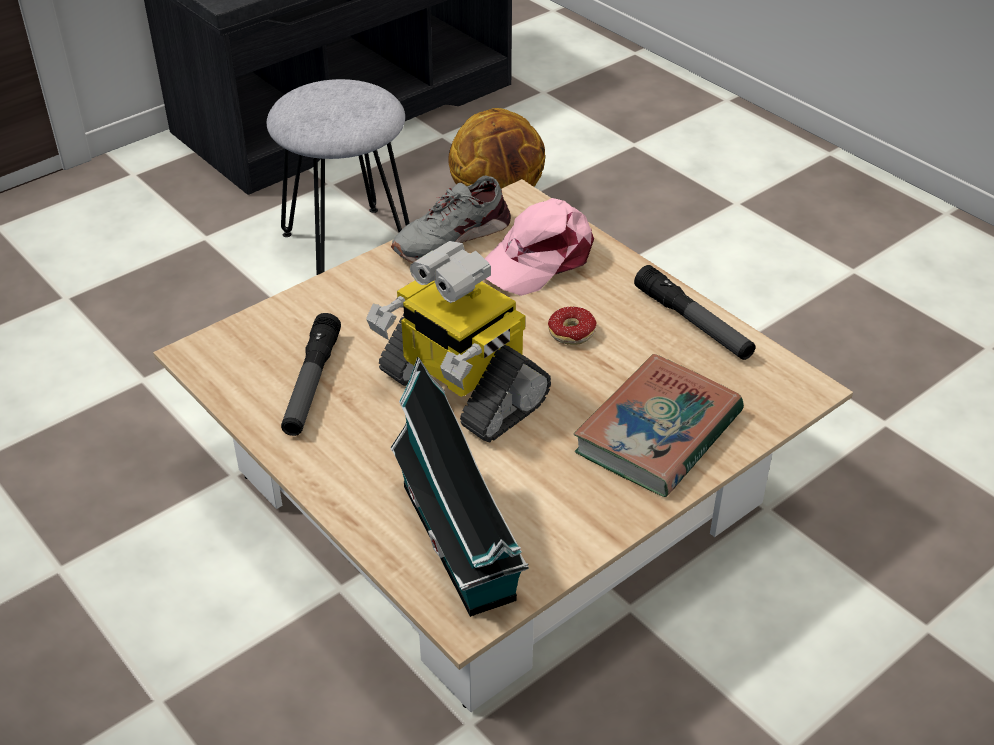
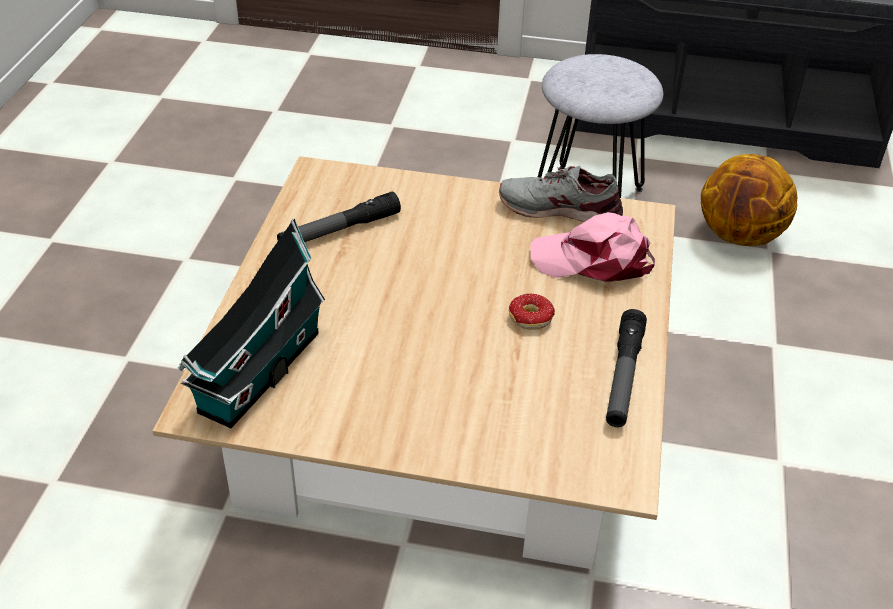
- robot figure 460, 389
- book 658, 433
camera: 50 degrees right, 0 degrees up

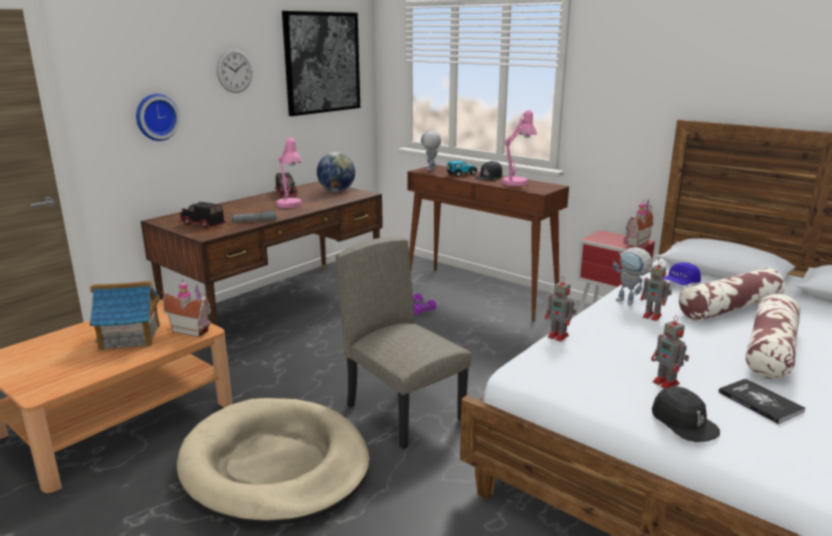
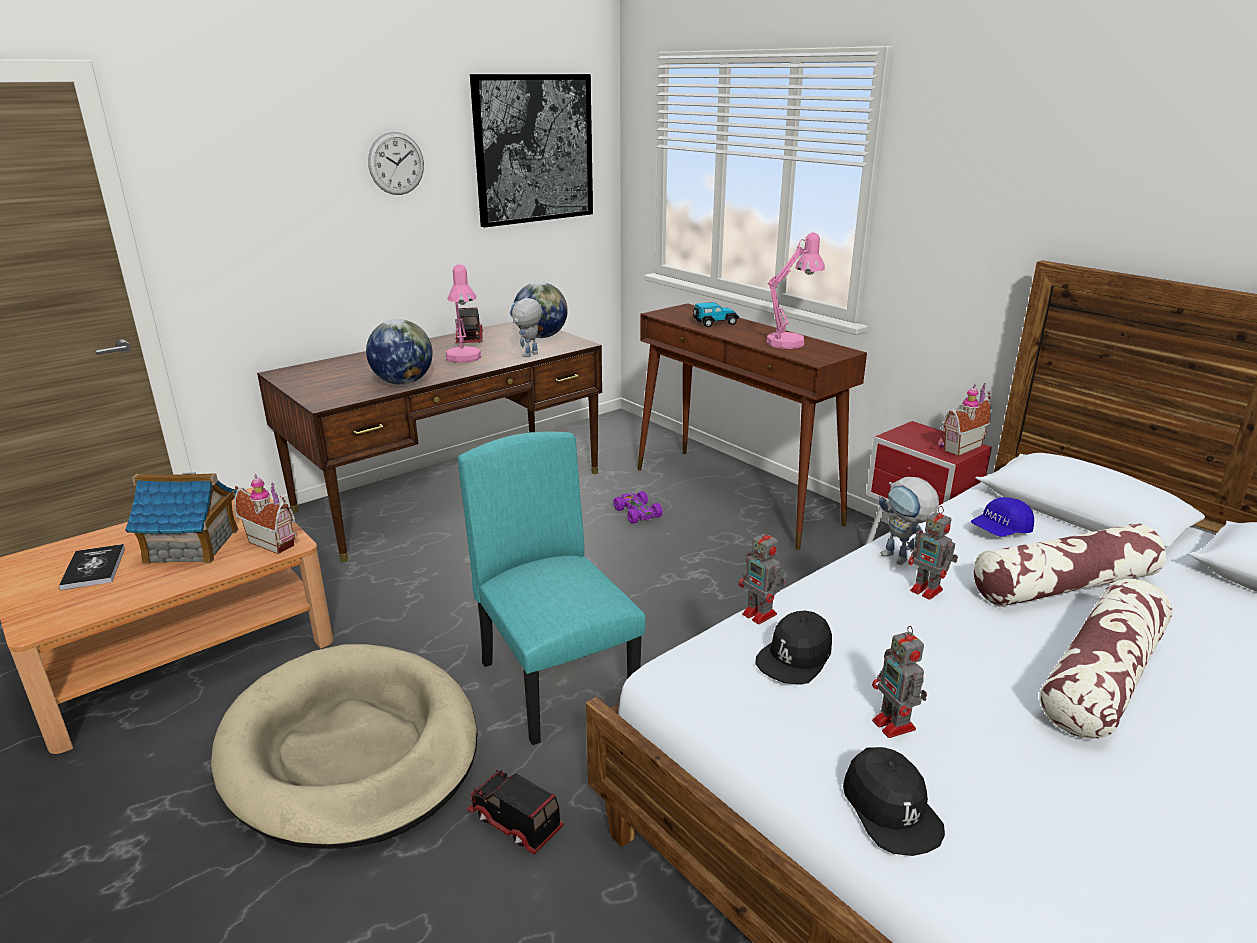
- hanging clock 156, 117
~ toy truck 202, 224 to 514, 822
~ hand torch (greyish) 255, 221 to desk globe 403, 382
~ upright chair (beige) 405, 412 to upright chair (turquoise) 558, 683
~ robot figure 430, 170 to 528, 356
~ peaked cap (blackish) 489, 177 to 795, 657
~ book 760, 402 to 93, 568
camera: 10 degrees right, 5 degrees up

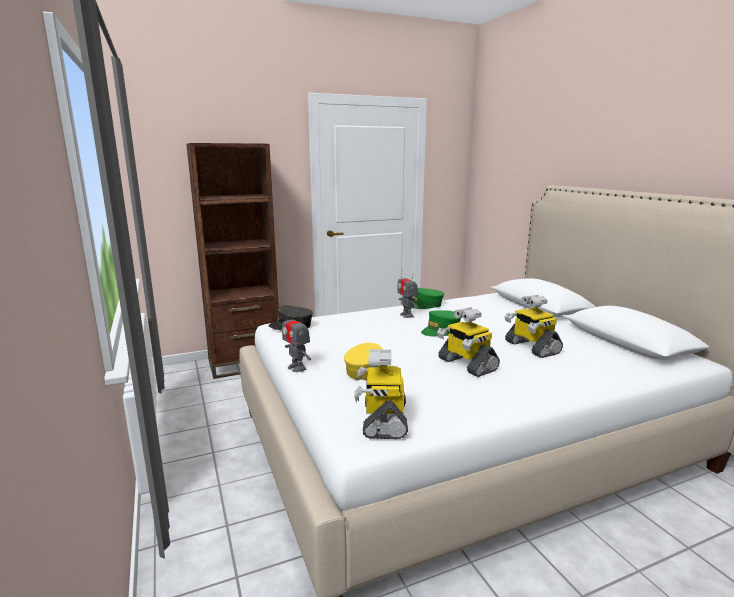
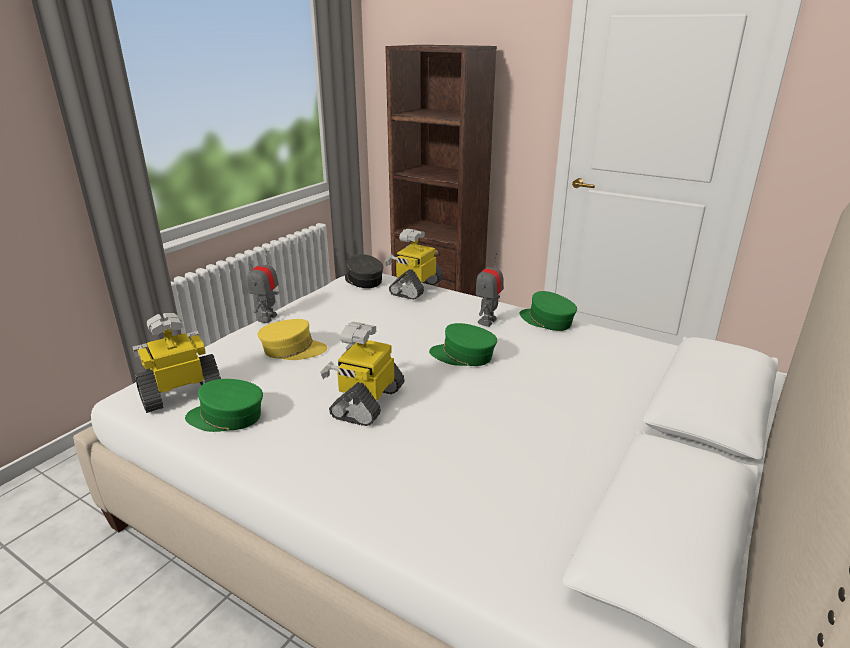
~ robot figure 531, 347 to 415, 288
+ peaked cap (green) 226, 417
camera: 55 degrees right, 10 degrees up

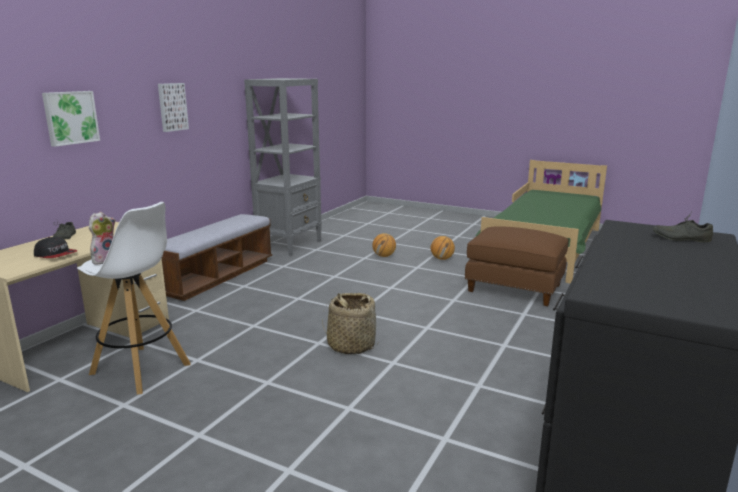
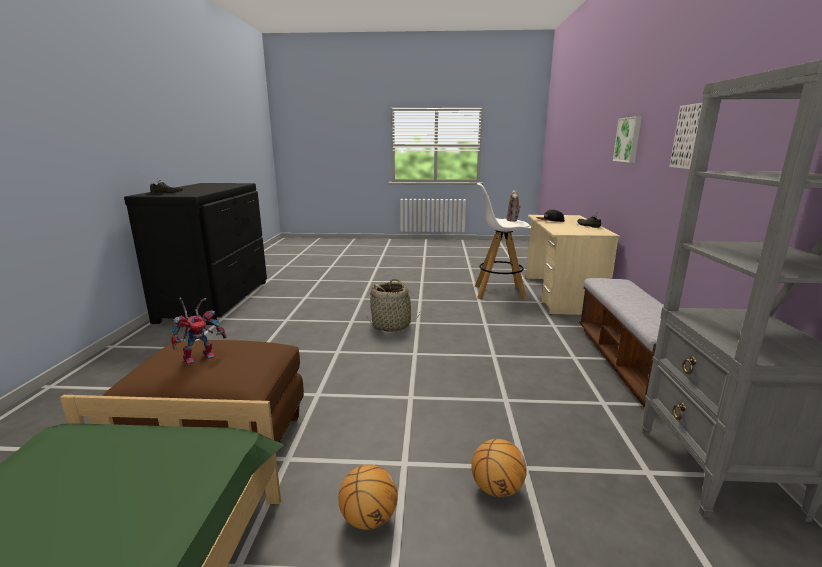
+ robot figure 201, 356
camera: 155 degrees right, 0 degrees up

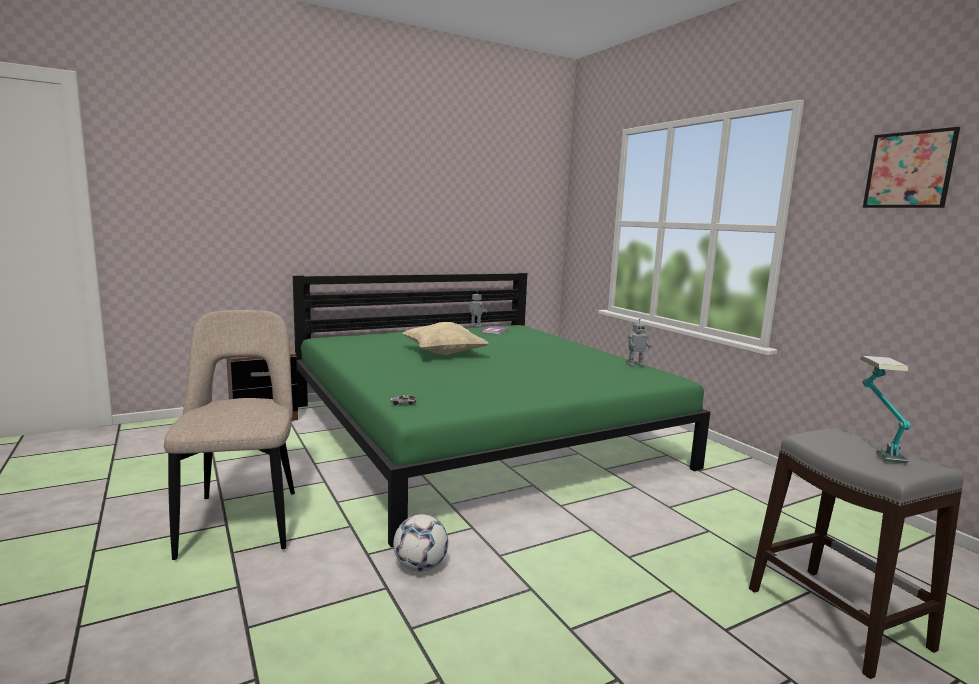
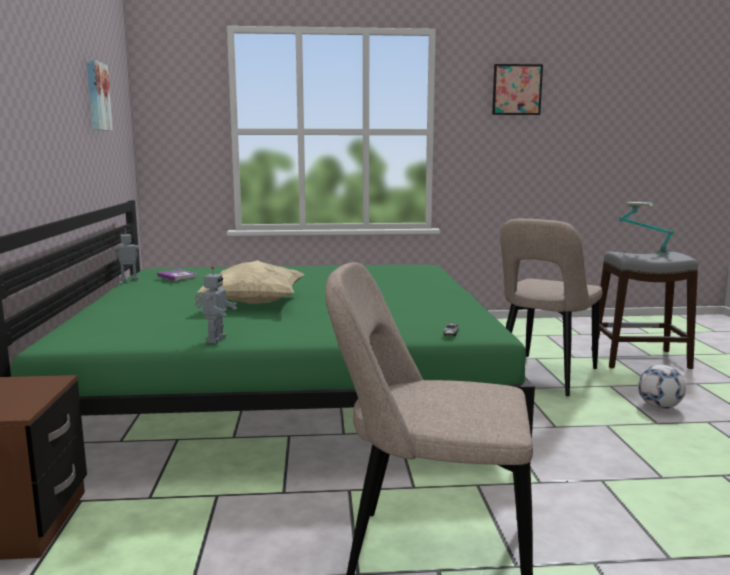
~ football 420, 567 to 659, 407
~ robot figure 634, 365 to 214, 340
+ picture 96, 96
+ upright chair (beige) 543, 377
camera: 65 degrees left, 0 degrees up

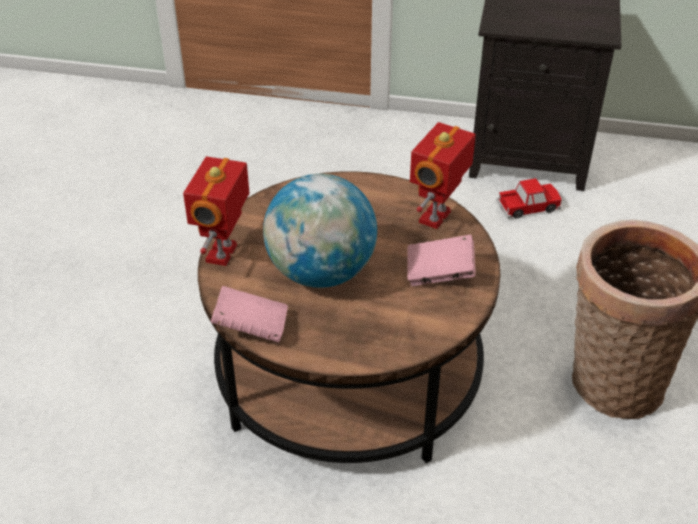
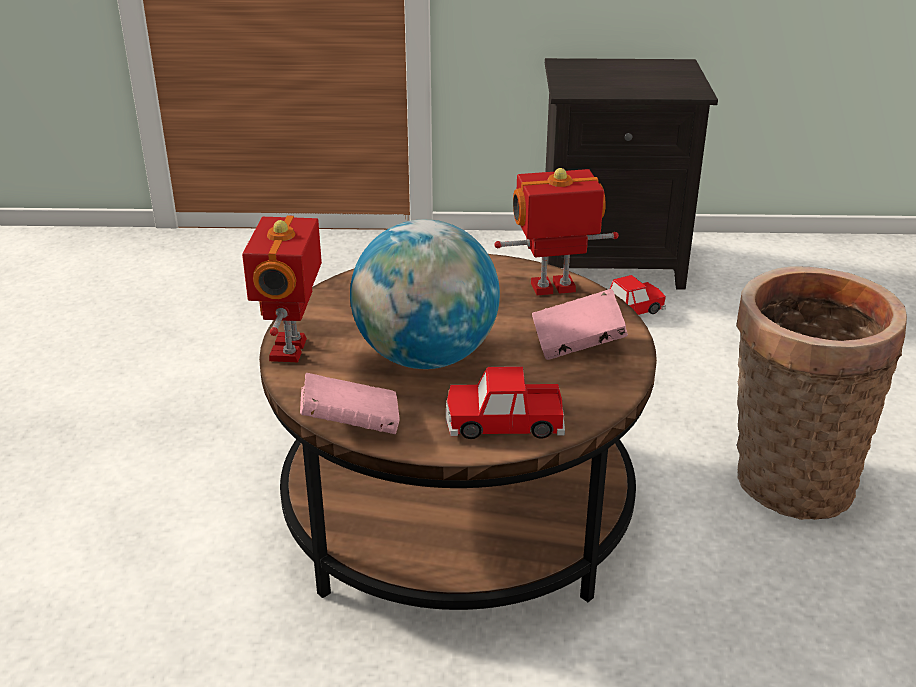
~ robot figure 437, 217 = 553, 289 60 degrees clockwise
+ toy car 504, 422
camera: 10 degrees left, 10 degrees down

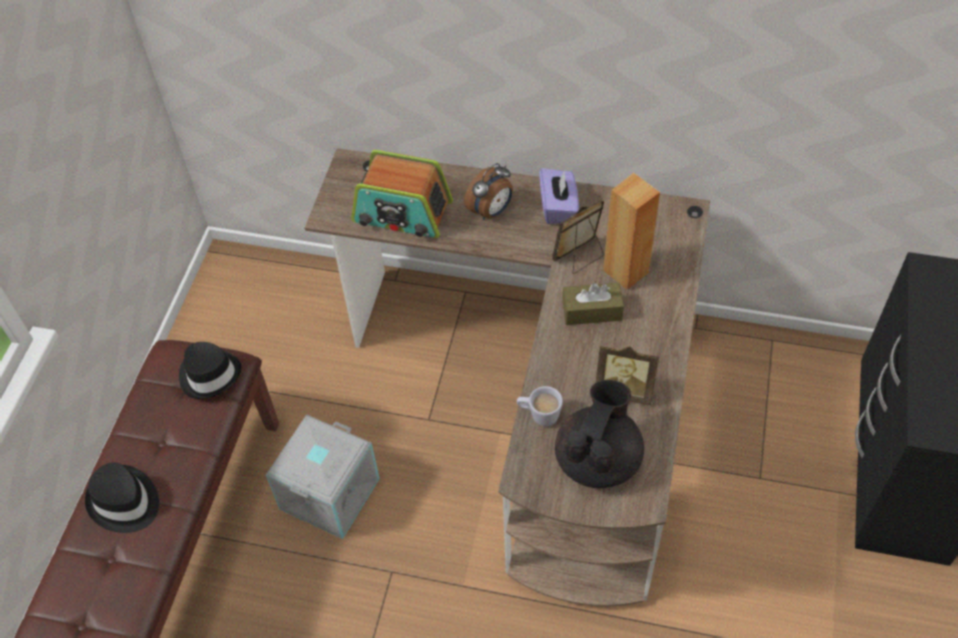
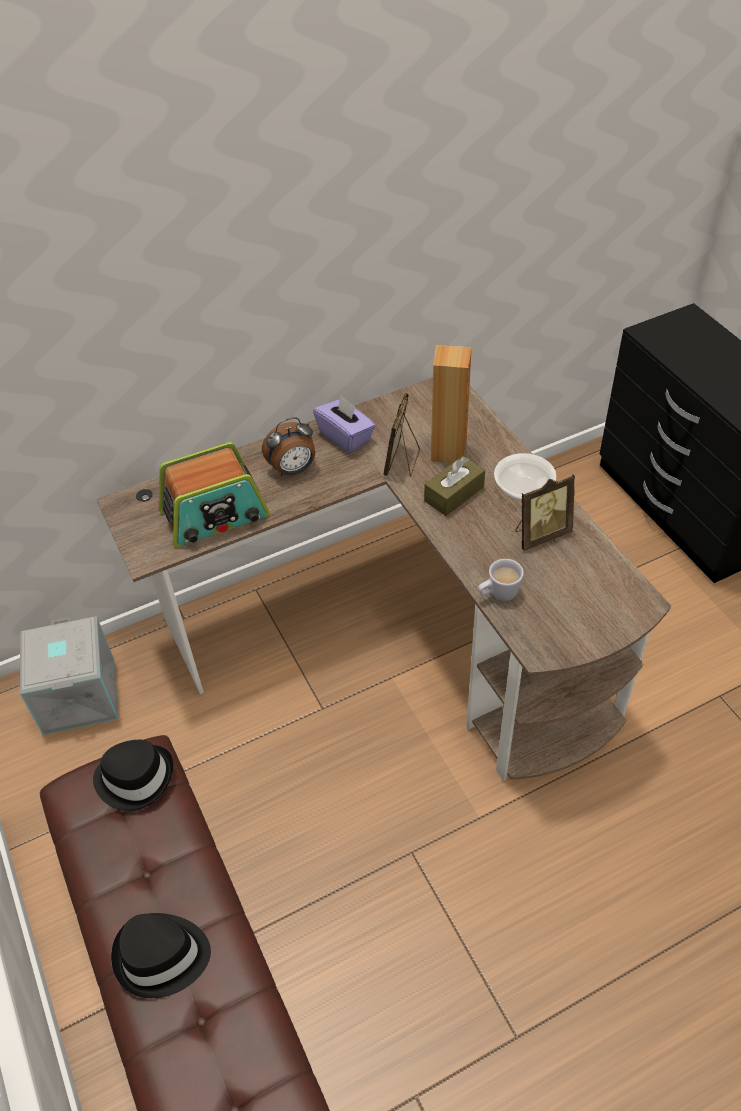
~ storage bin (greyish) 328, 492 to 77, 696
~ alarm clock 491, 211 = 293, 470 60 degrees clockwise
- pot for tea (blackish) 598, 459
+ serving bowl 523, 488
camera: 40 degrees left, 5 degrees down

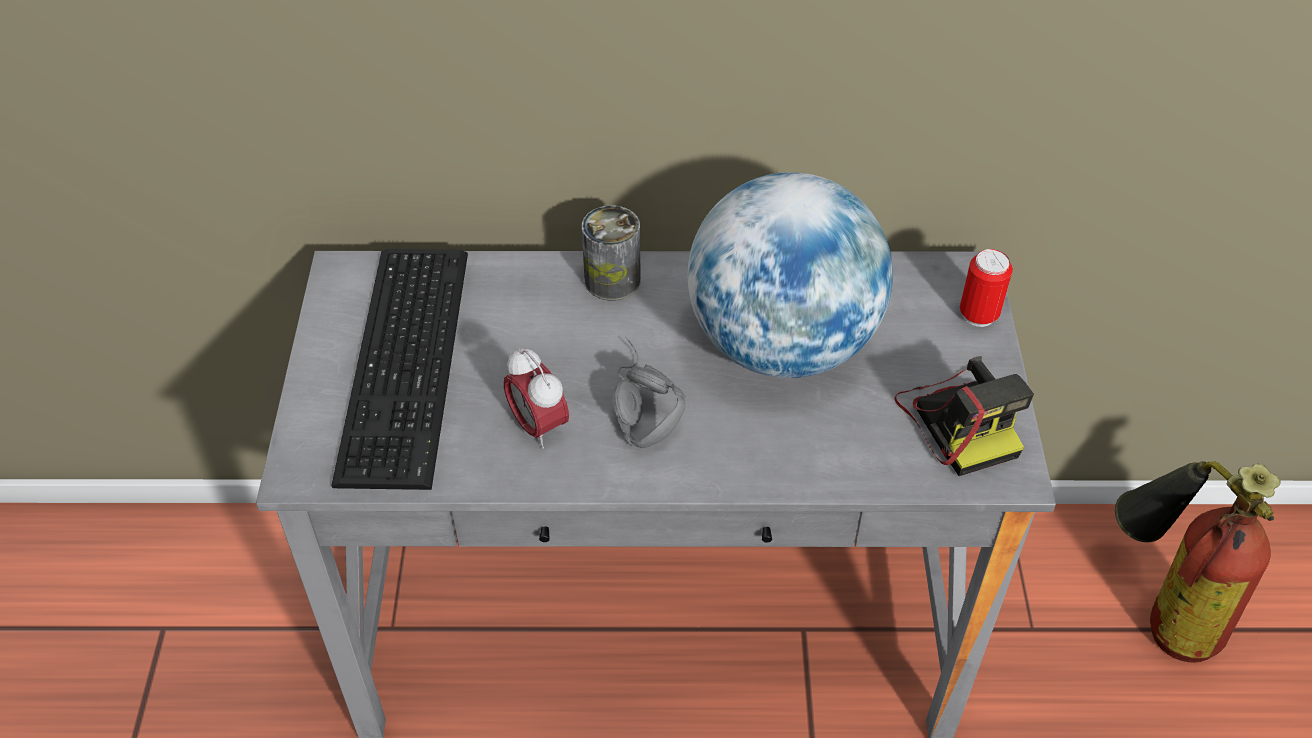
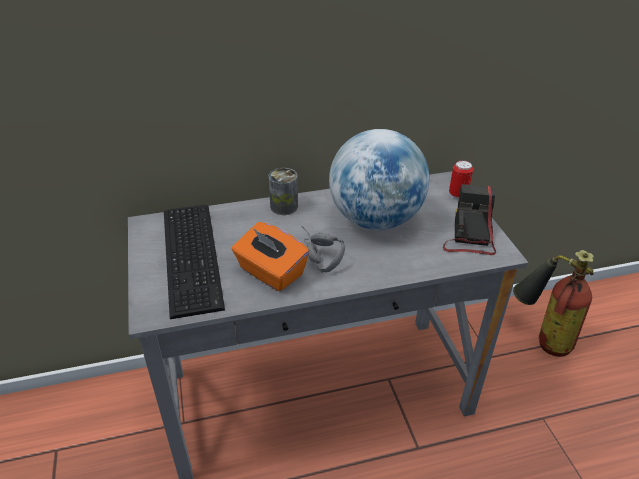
~ alarm clock 538, 426 to box of tissues (orange) 270, 272
~ photo camera 959, 420 = 469, 236 135 degrees counterclockwise
camera: 15 degrees left, 10 degrees down

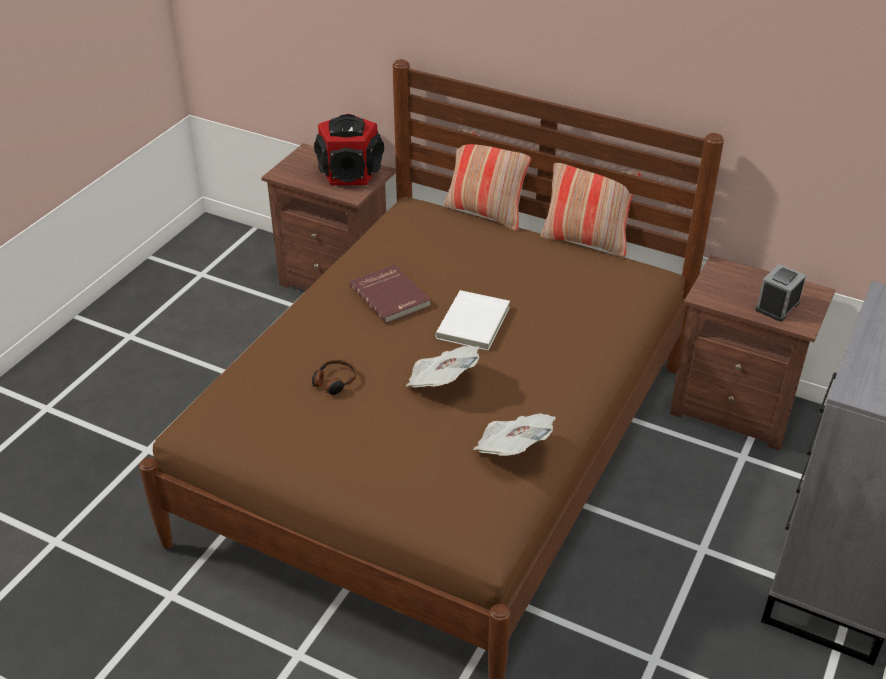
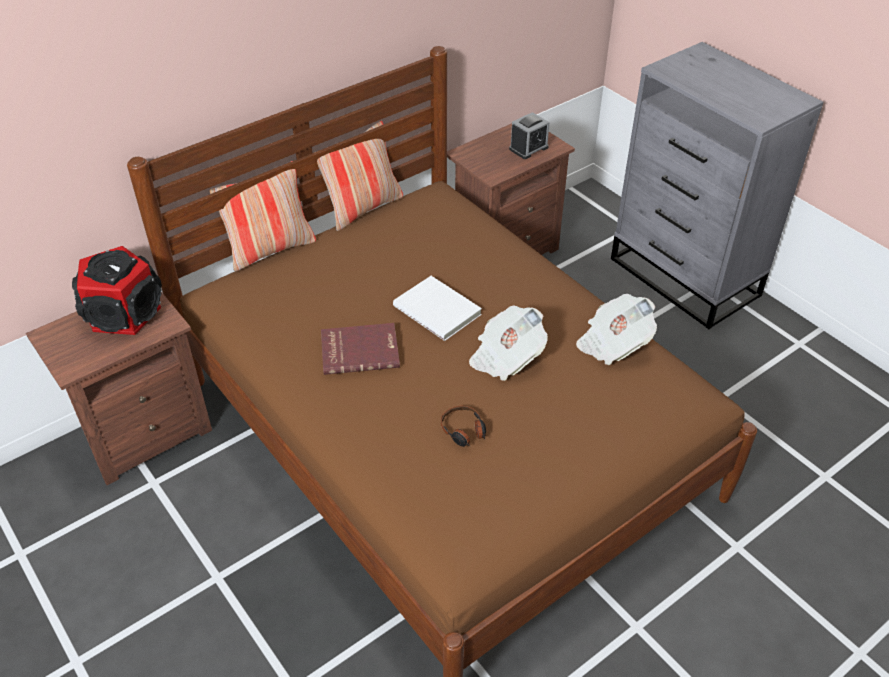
~ alarm clock 777, 306 = 528, 148 105 degrees counterclockwise
camera: 65 degrees left, 5 degrees up

